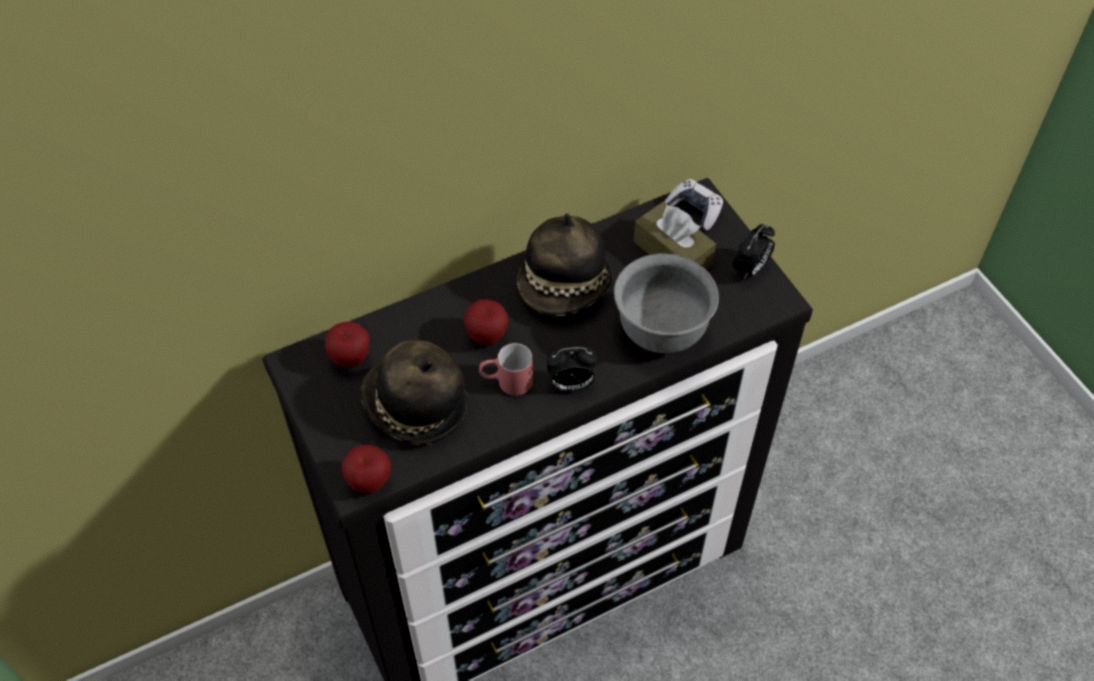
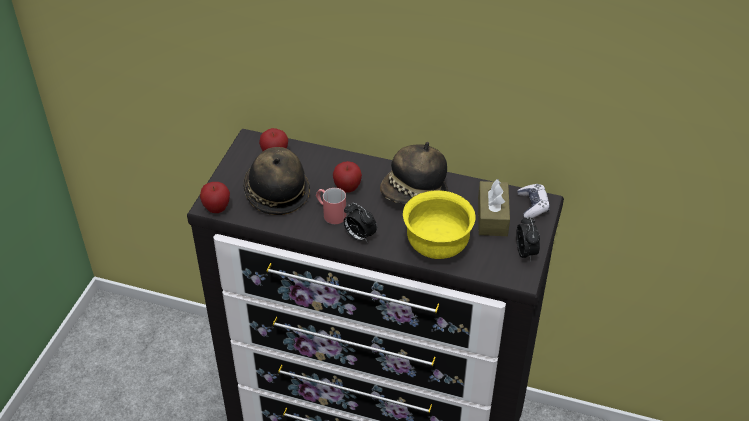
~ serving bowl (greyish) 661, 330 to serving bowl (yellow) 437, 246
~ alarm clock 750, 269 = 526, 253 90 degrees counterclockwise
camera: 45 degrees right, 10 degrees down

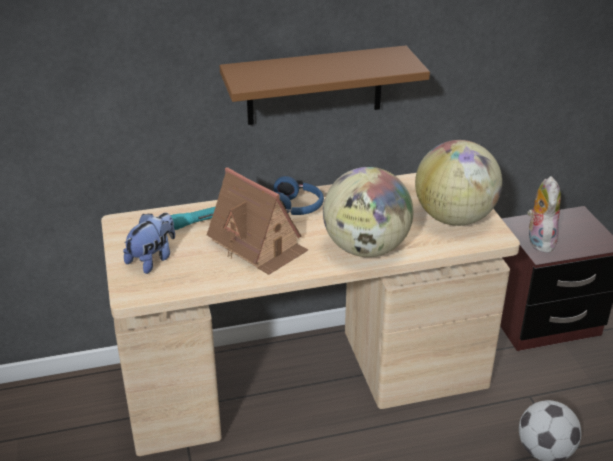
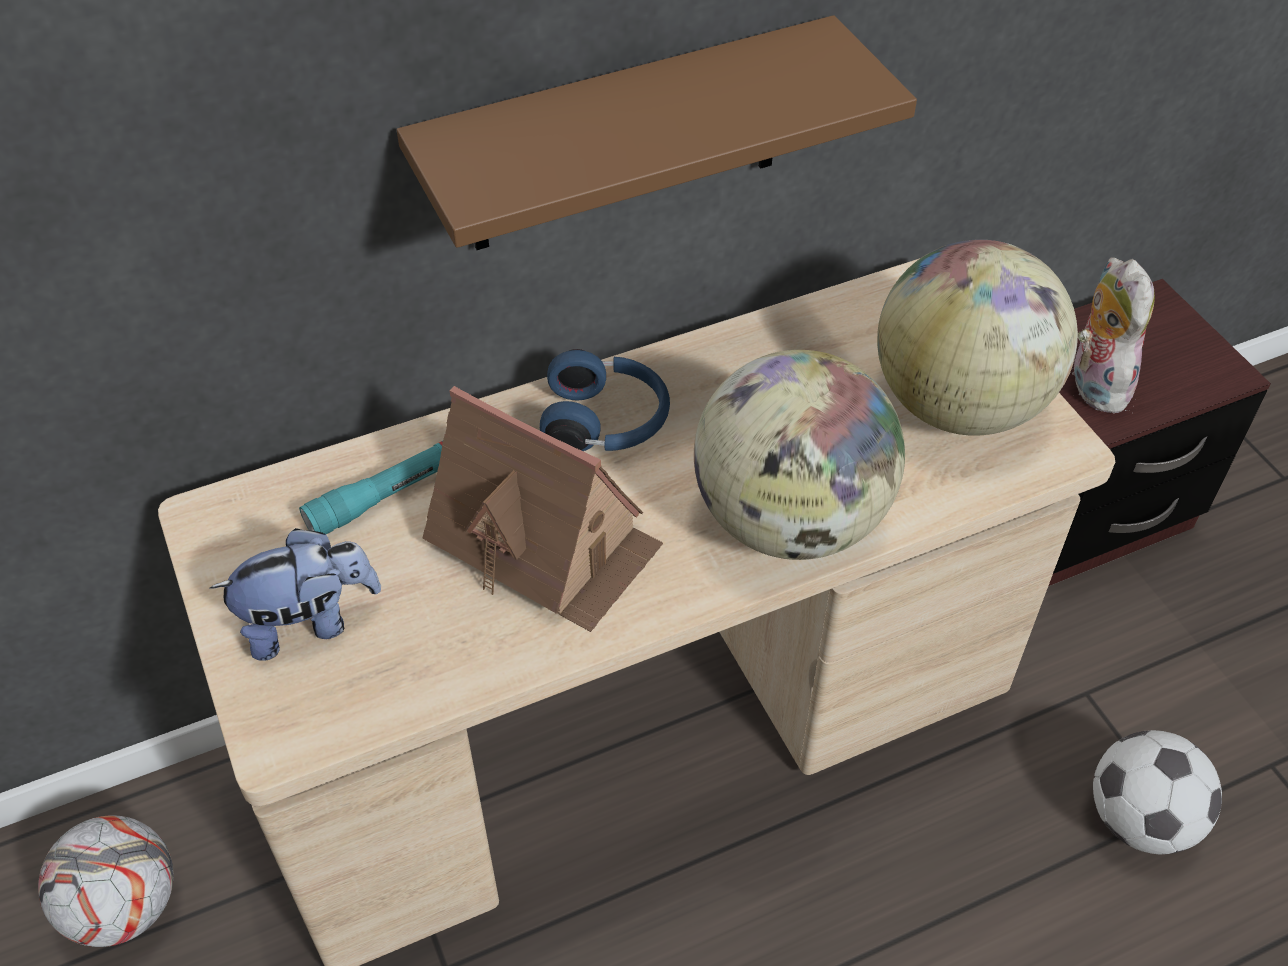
~ soft toy 153, 259 = 309, 622 45 degrees clockwise
+ football 125, 906
camera: 10 degrees left, 15 degrees up

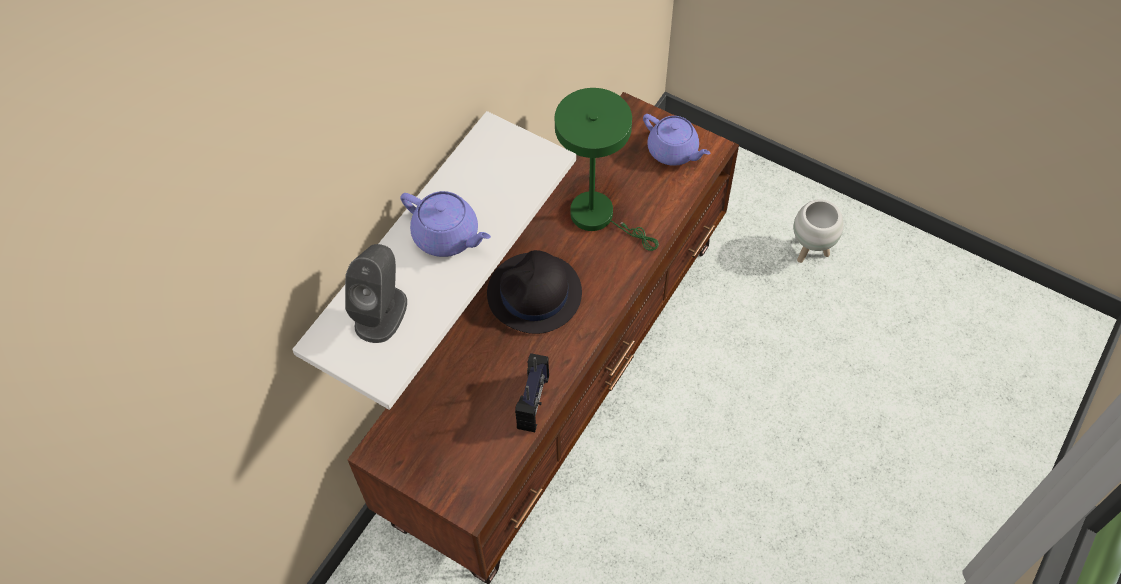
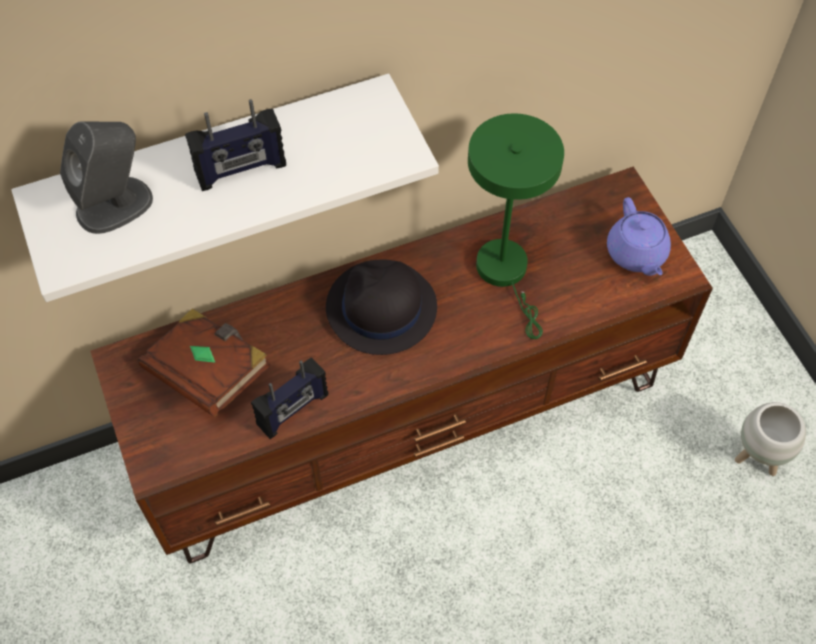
~ pot for tea (purple) 447, 236 to radio set 241, 170
+ book (brownish) 209, 372
camera: 35 degrees right, 0 degrees up

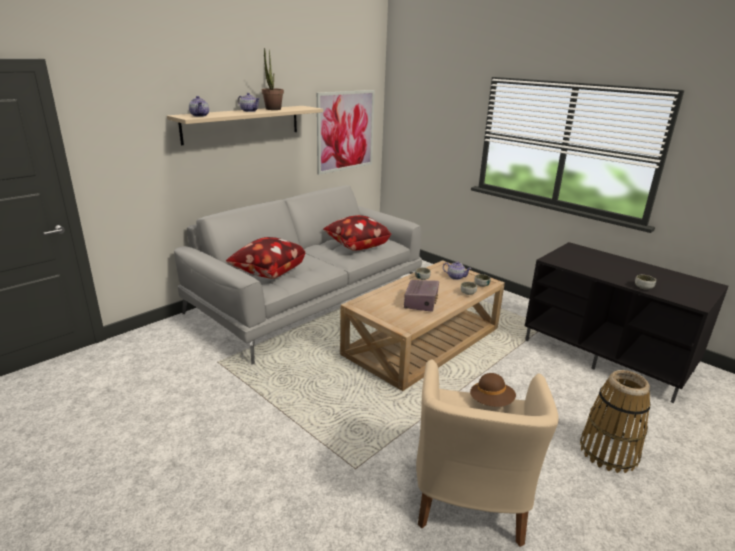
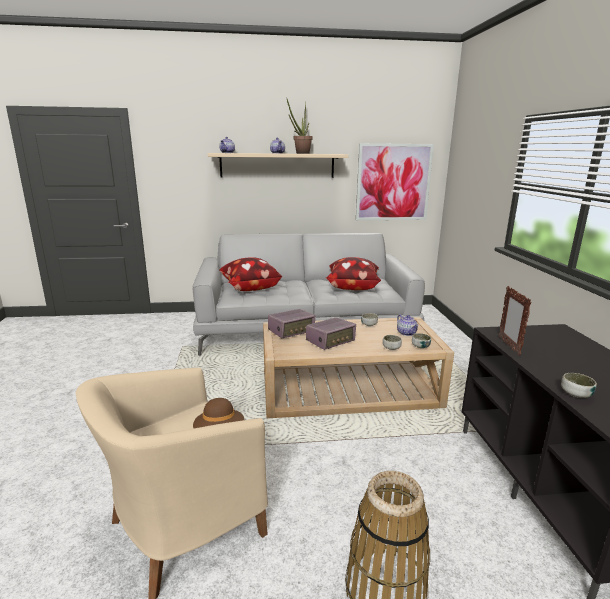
+ radio set 291, 331
+ picture frame 509, 345
camera: 40 degrees right, 5 degrees down

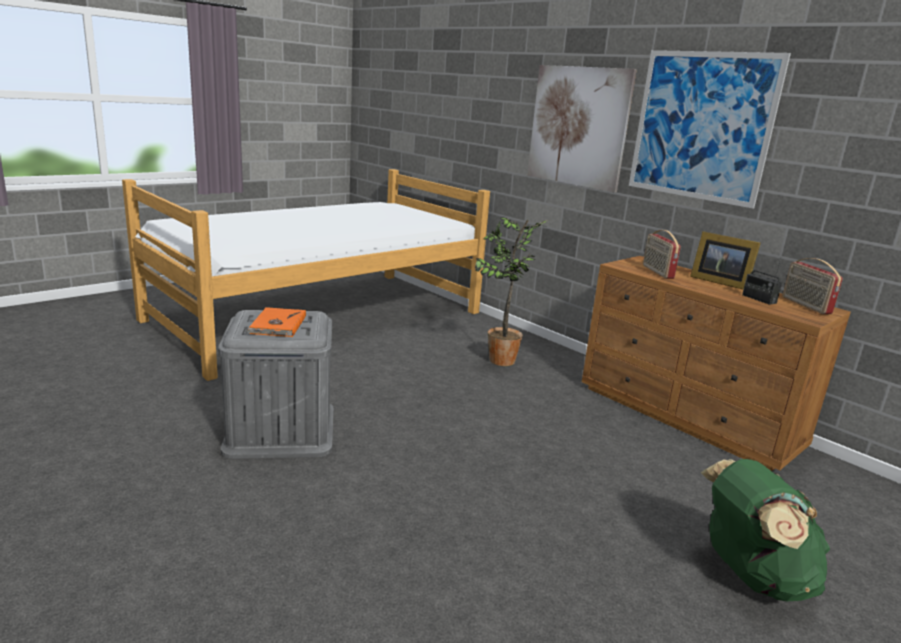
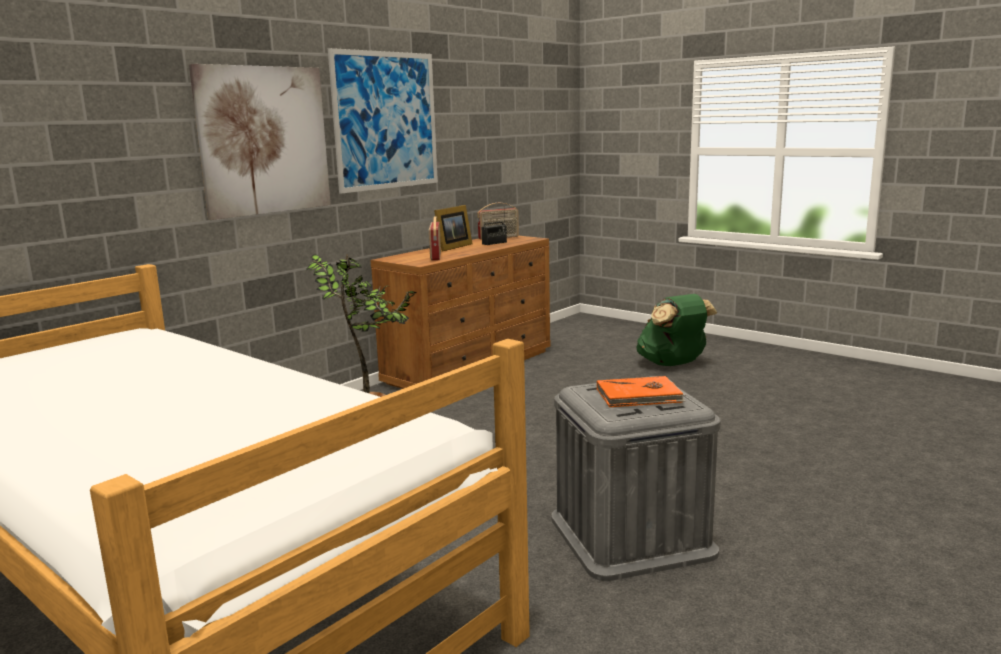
~ radio set 657, 272 = 435, 256 105 degrees clockwise
camera: 95 degrees left, 5 degrees down

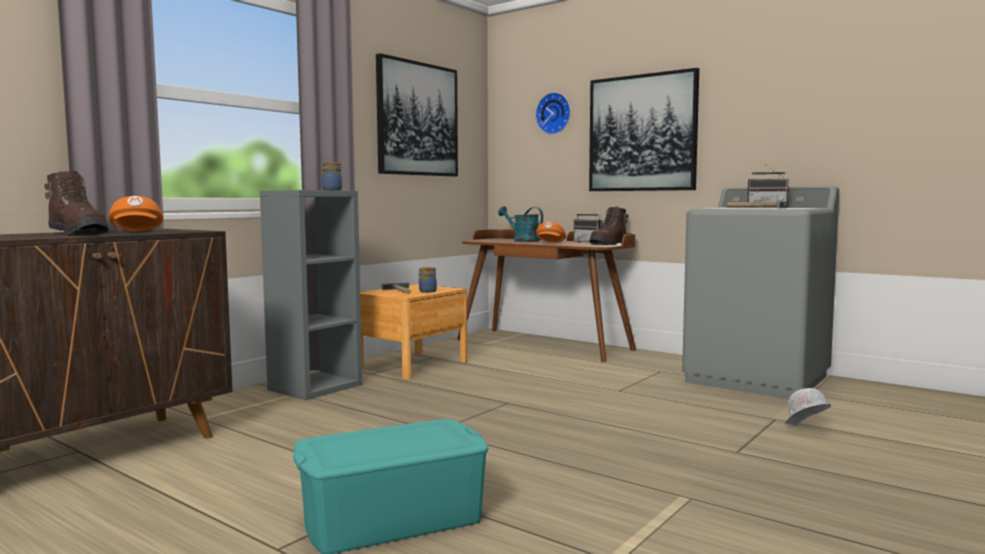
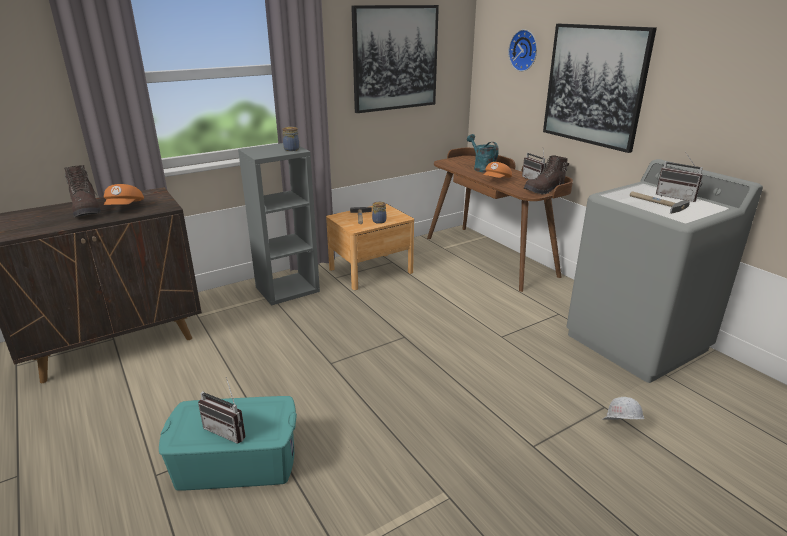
+ radio set 229, 430
camera: 20 degrees right, 20 degrees up

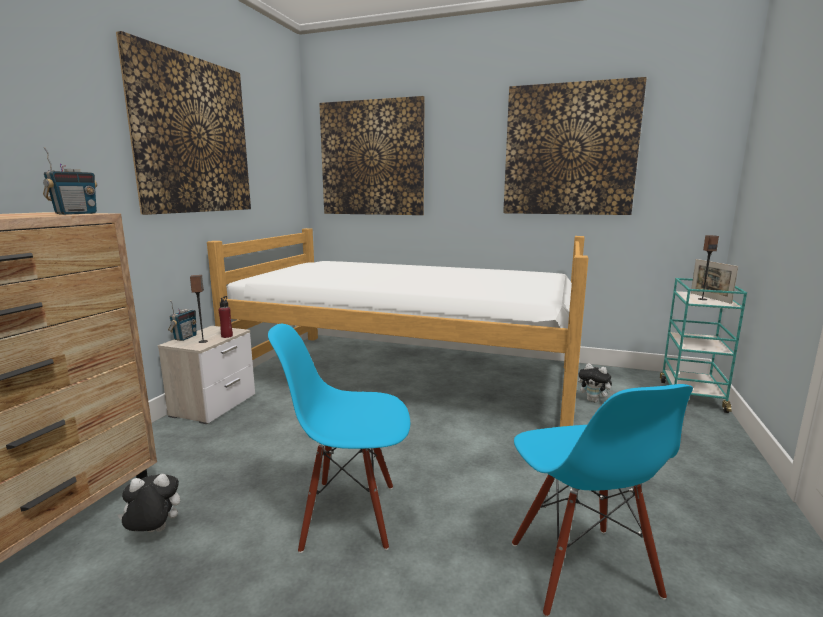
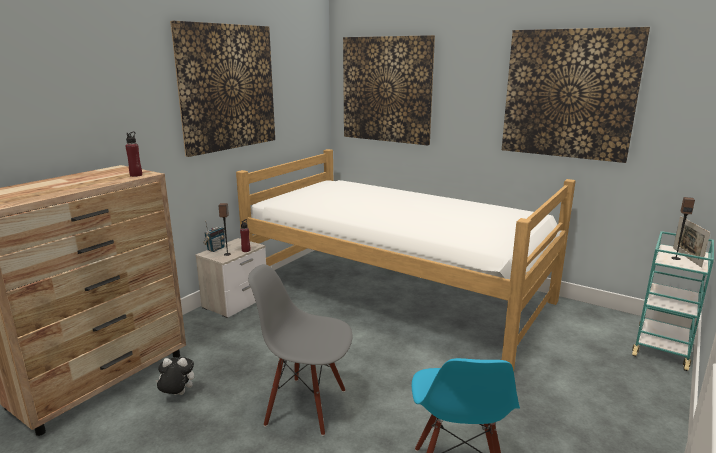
~ radio set 76, 214 to drink bottle (red-coloured) 136, 175
~ upright chair (blue) 349, 515 to upright chair (greyish) 306, 406
- soft toy 594, 400
camera: 15 degrees right, 5 degrees up

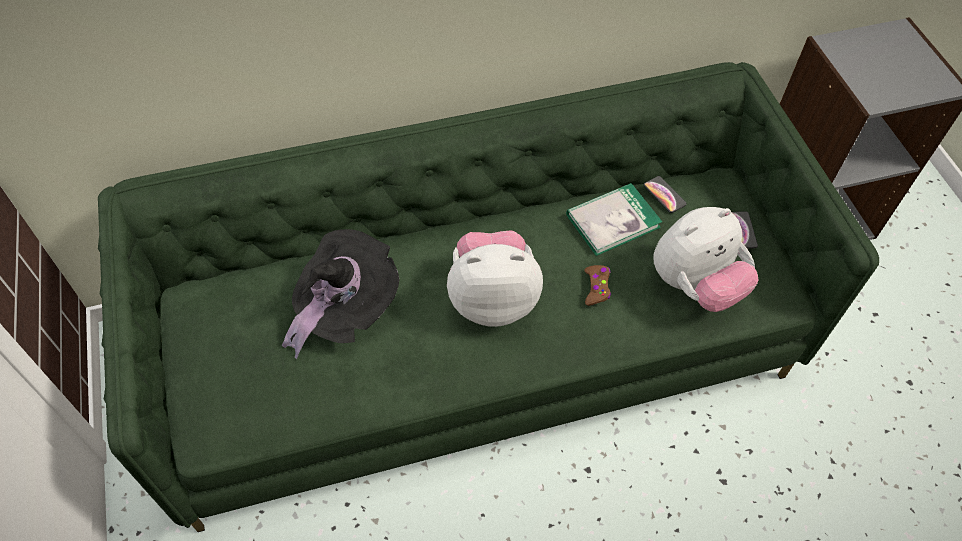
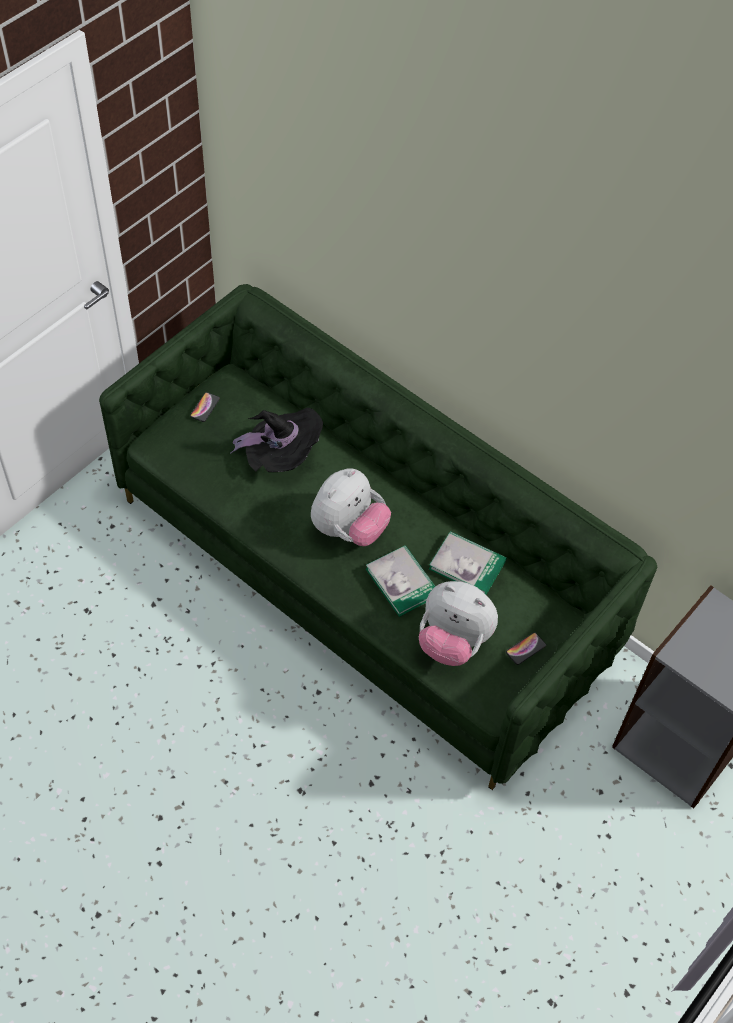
~ soft toy 492, 299 = 348, 529 75 degrees clockwise
~ game controller (brownish) 596, 288 to book 402, 582
~ telephone 664, 195 to 205, 407
camera: 55 degrees right, 0 degrees up

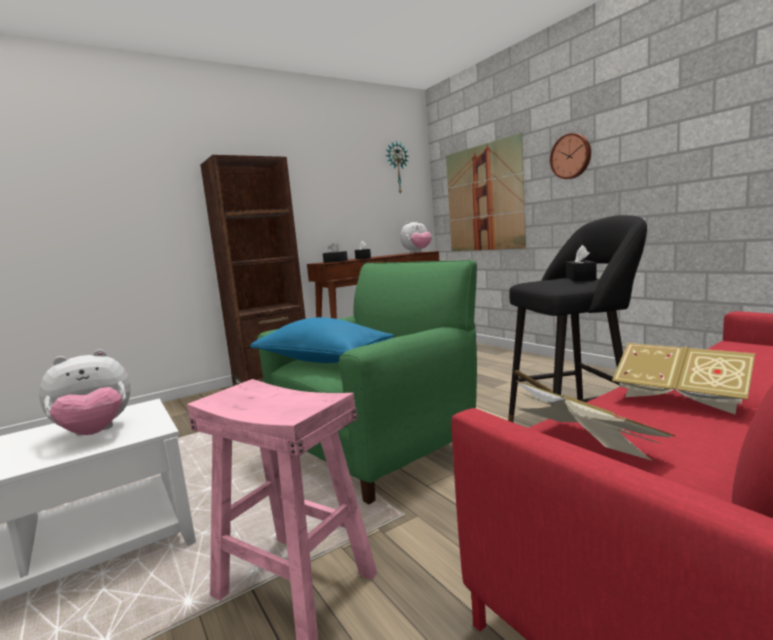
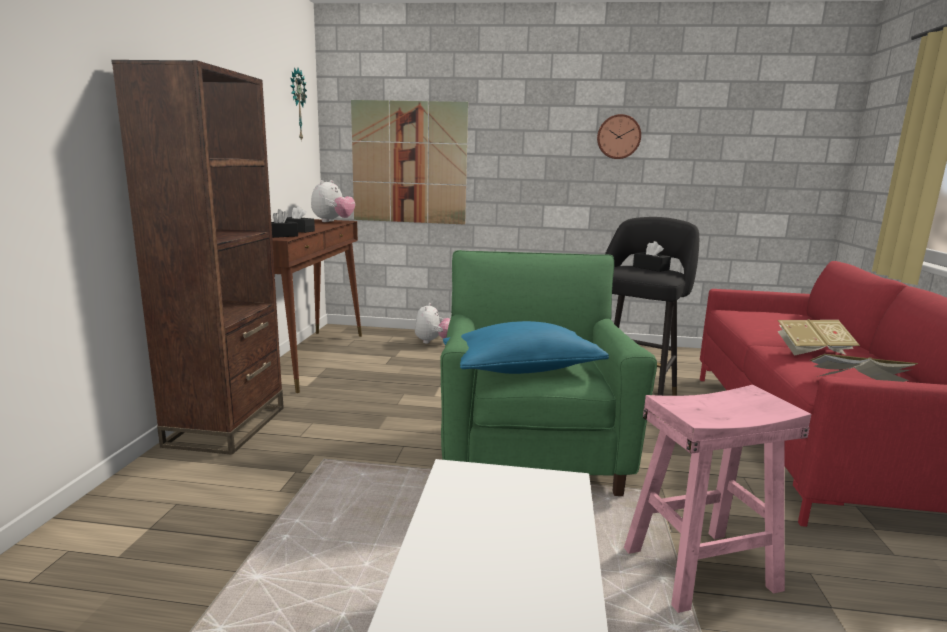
~ soft toy 95, 434 to 432, 341
~ hanging clock 571, 156 to 618, 137
camera: 50 degrees left, 5 degrees up

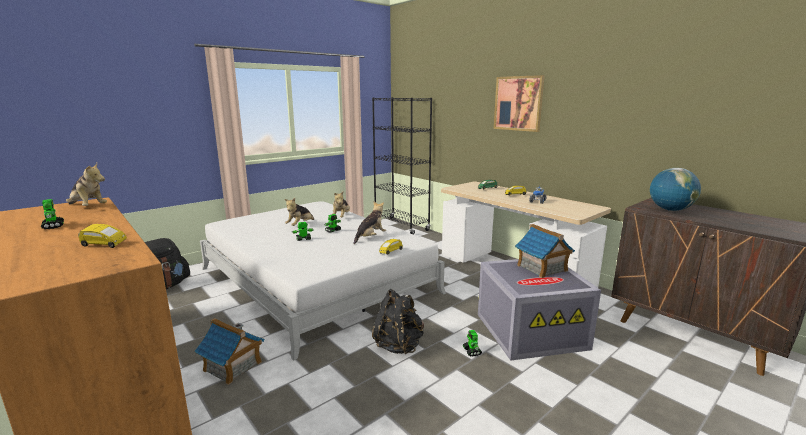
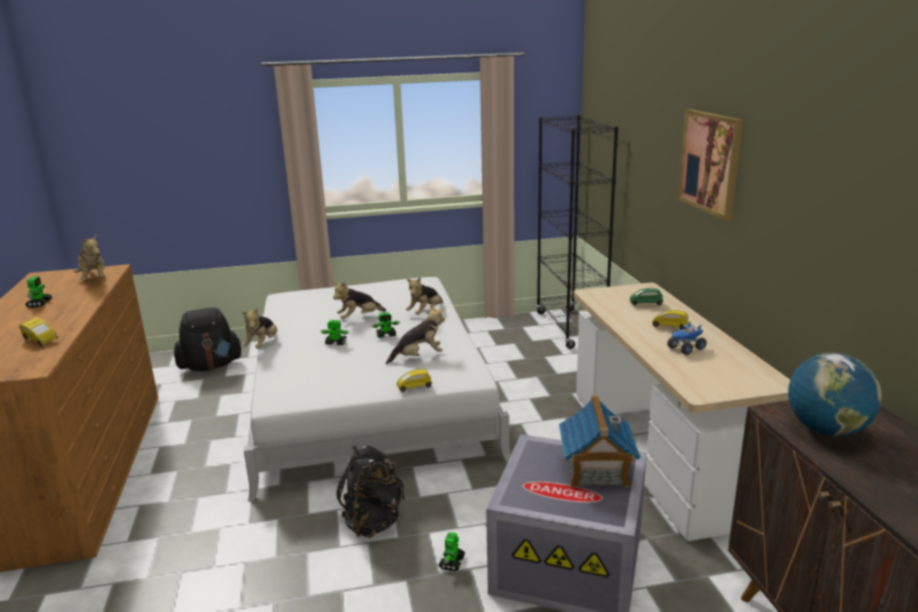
- model house 233, 366
+ soft toy 262, 345
camera: 30 degrees right, 5 degrees up

